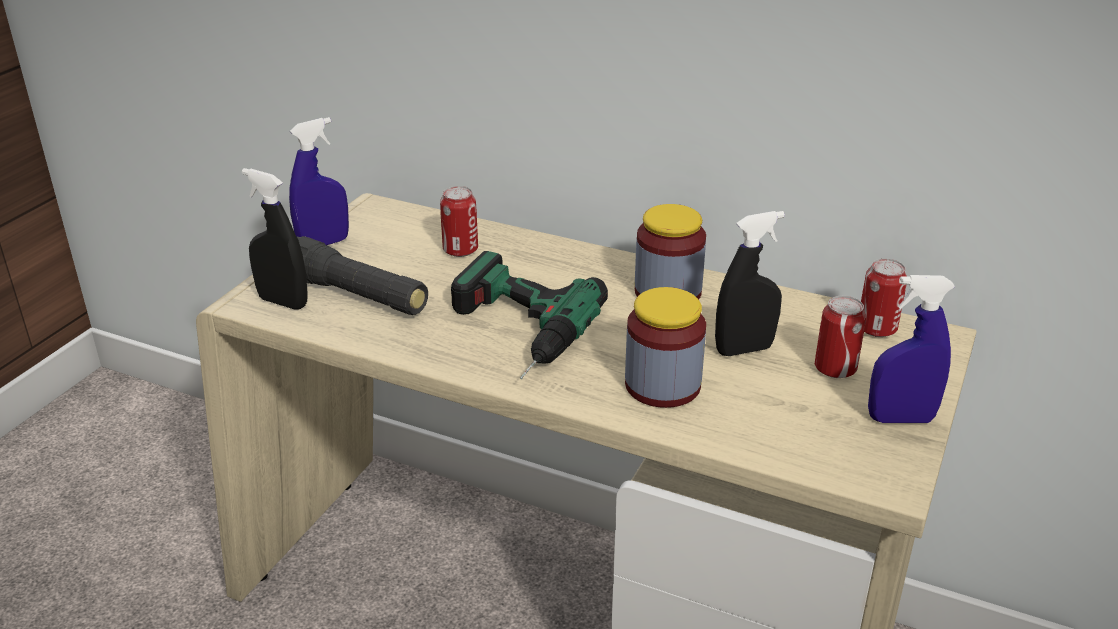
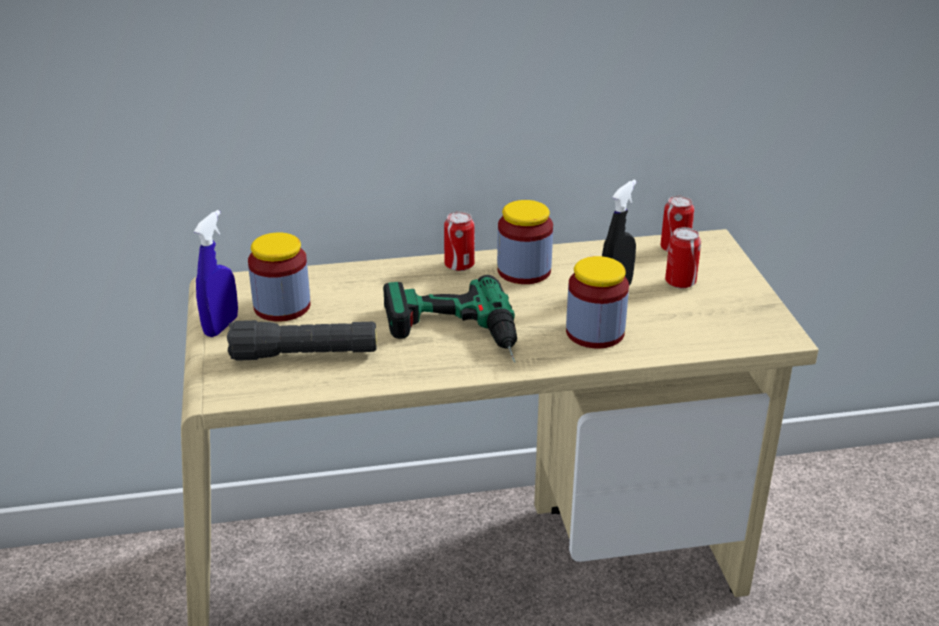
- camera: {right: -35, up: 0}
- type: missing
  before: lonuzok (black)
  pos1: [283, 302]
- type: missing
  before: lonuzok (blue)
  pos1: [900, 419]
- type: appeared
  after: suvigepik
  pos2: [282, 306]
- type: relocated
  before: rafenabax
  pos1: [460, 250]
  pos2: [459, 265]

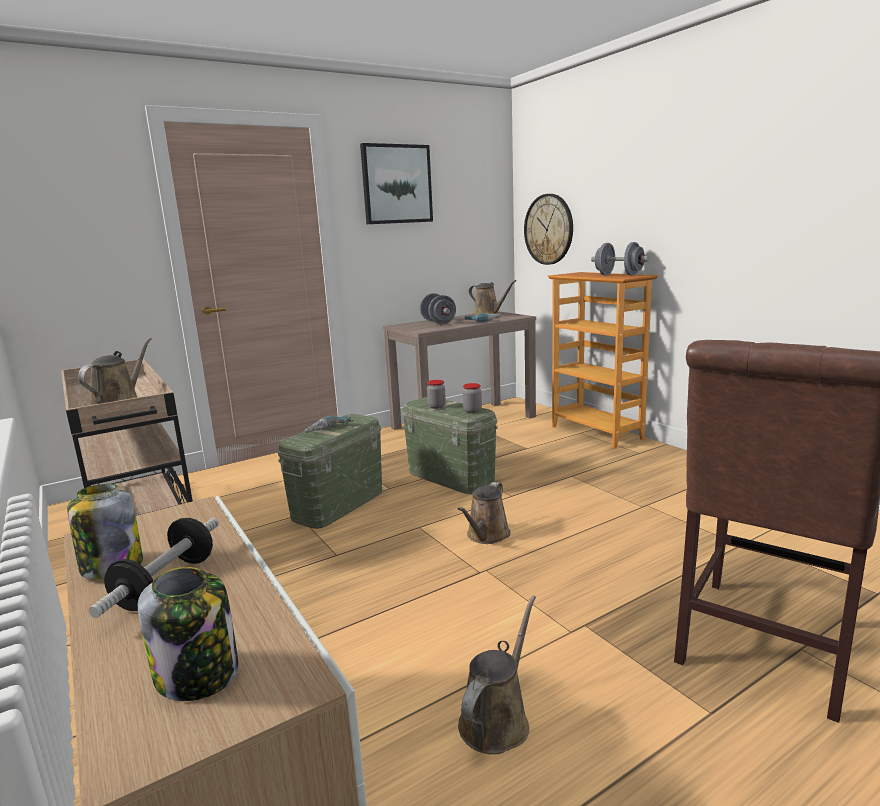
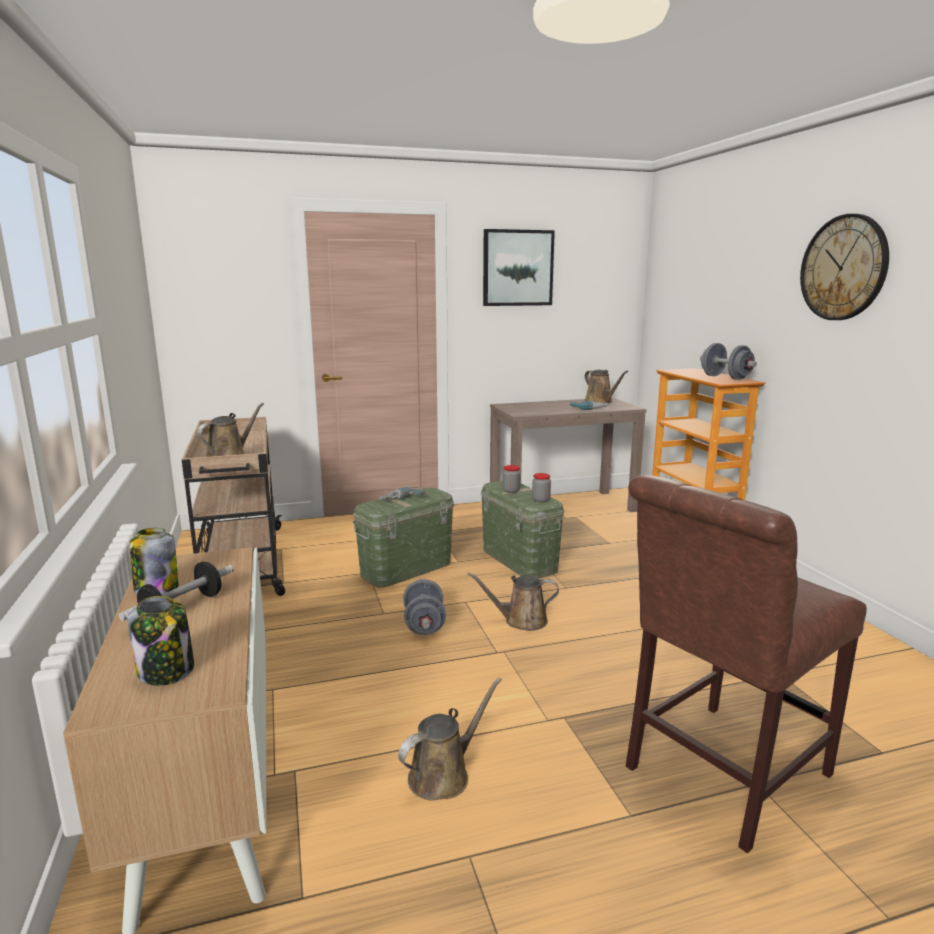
- camera: {right: 15, up: 0}
- type: relocated
  before: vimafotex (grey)
  pos1: [438, 322]
  pos2: [424, 624]
- type: relocated
  before: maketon
  pos1: [549, 229]
  pos2: [843, 268]
- type: spun
  before: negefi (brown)
  pos1: [486, 536]
  pos2: [521, 621]
  turn: 45

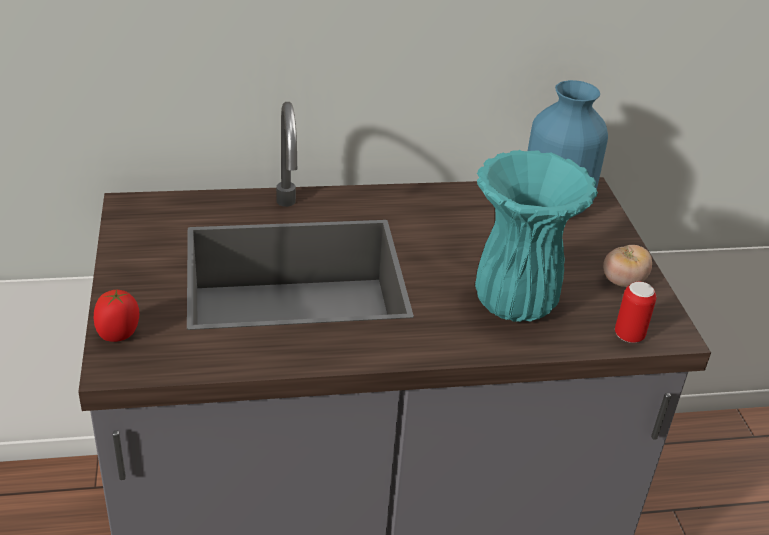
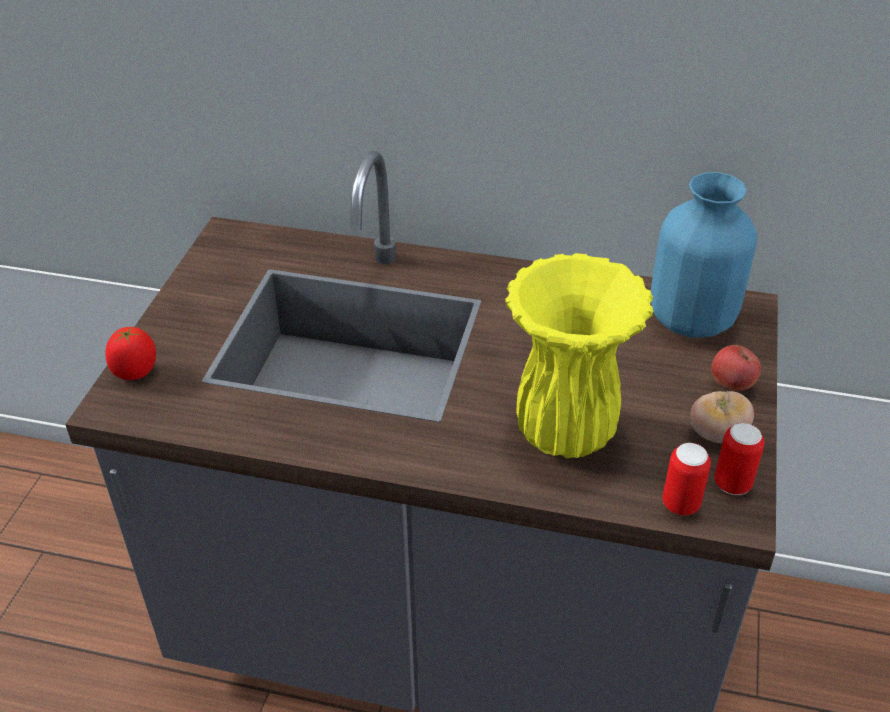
- camera: {right: 25, up: 5}
- type: appeared
  after: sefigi
  pos2: [731, 384]
- type: appeared
  after: rafenabax
  pos2: [732, 484]
- type: colour
  before: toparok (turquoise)
  after: toparok (yellow)
  pos1: [516, 305]
  pos2: [566, 433]

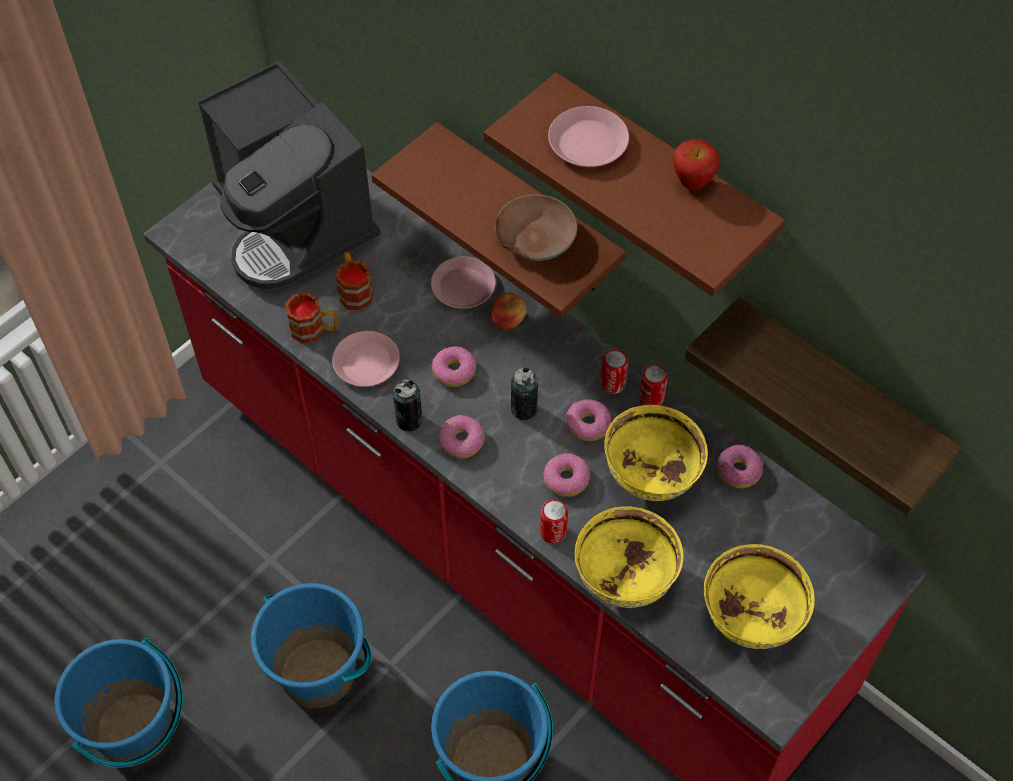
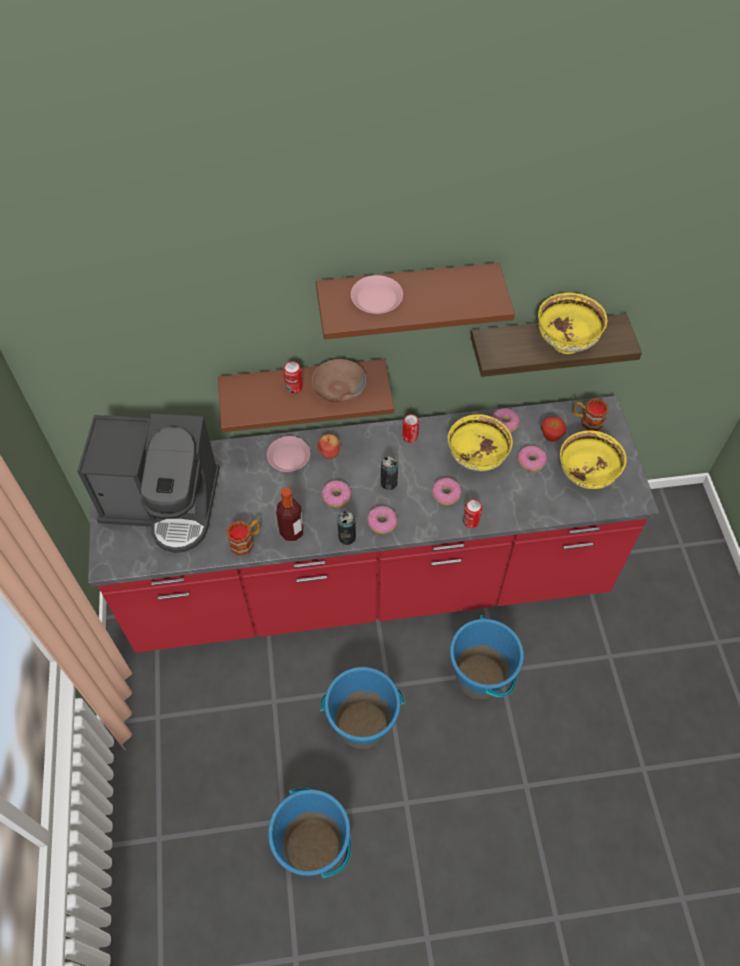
- camera: {right: -50, up: 0}
- type: relocated
  before: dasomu
  pos1: [354, 290]
  pos2: [587, 420]
- type: relocated
  before: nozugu
  pos1: [587, 425]
  pos2: [531, 461]
- type: relocated
  before: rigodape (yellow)
  pos1: [624, 579]
  pos2: [564, 343]
- type: relocated
  before: rafenabax
  pos1: [651, 398]
  pos2: [294, 387]
- type: relocated
  before: sefigi
  pos1: [692, 183]
  pos2: [550, 437]
- type: exchanged
  before: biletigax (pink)
  after: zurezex
  pos1: [366, 362]
  pos2: [292, 532]

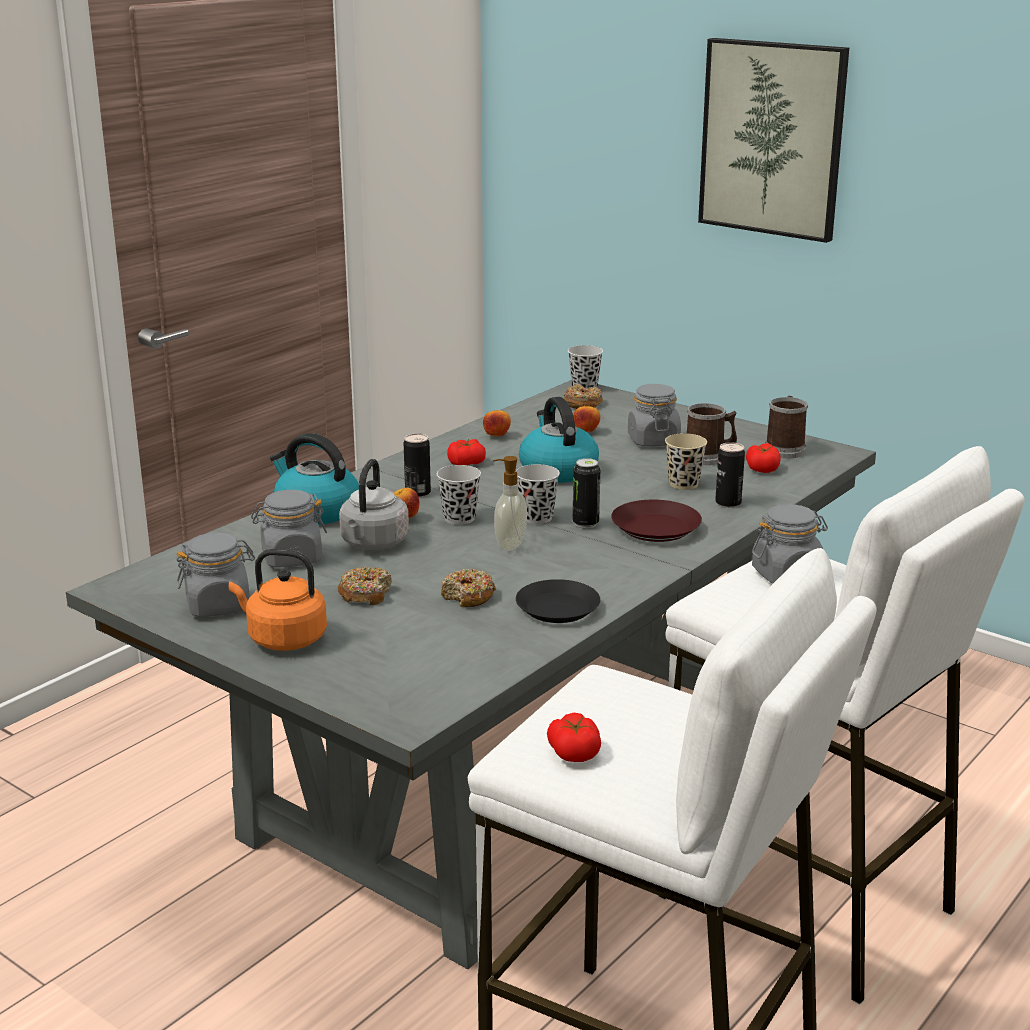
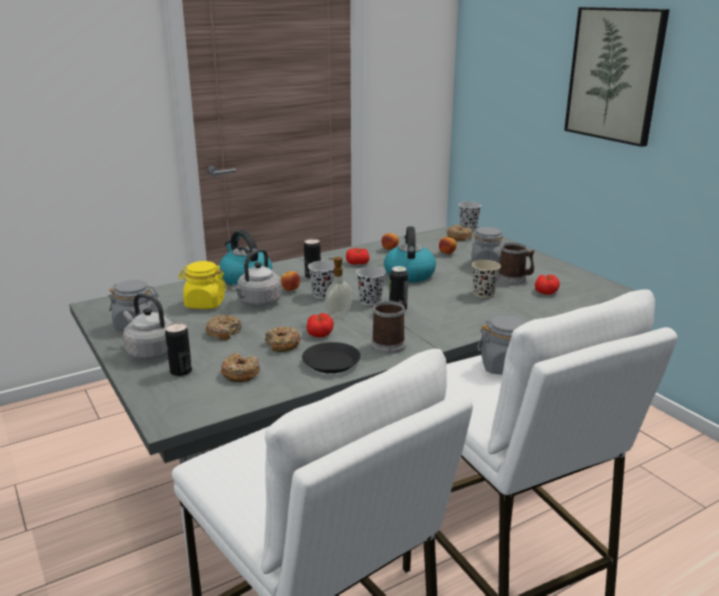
- camera: {right: 20, up: 0}
- type: missing
  before: biletigax (brown)
  pos1: [654, 528]
- type: appeared
  after: nozugu
  pos2: [240, 374]
- type: relocated
  before: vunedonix
  pos1: [574, 751]
  pos2: [320, 333]
- type: relocated
  before: rafenabax
  pos1: [728, 502]
  pos2: [181, 371]
- type: relocated
  before: dasomu
  pos1: [785, 449]
  pos2: [390, 344]
- type: colour
  before: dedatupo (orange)
  after: dedatupo (grey)
  pos1: [283, 639]
  pos2: [150, 352]
- type: colour
  before: suvigepik (grey)
  after: suvigepik (yellow)
  pos1: [291, 558]
  pos2: [204, 304]

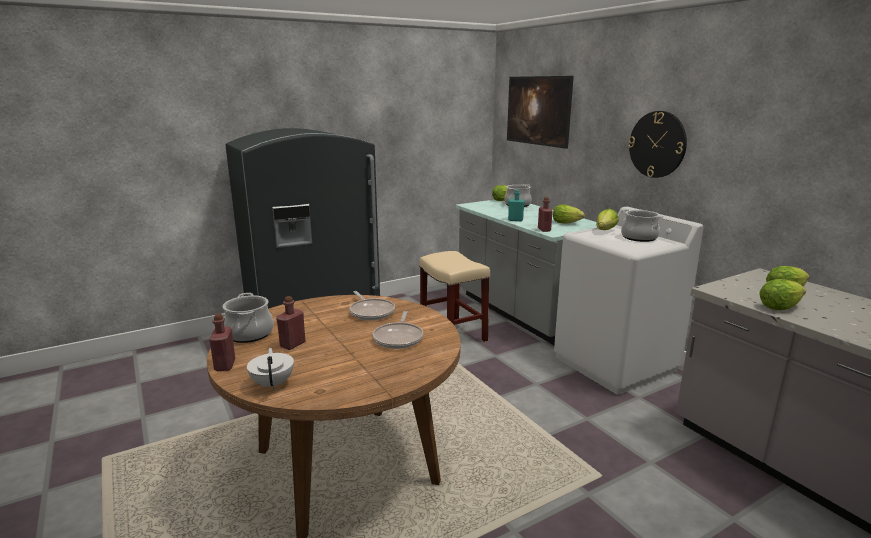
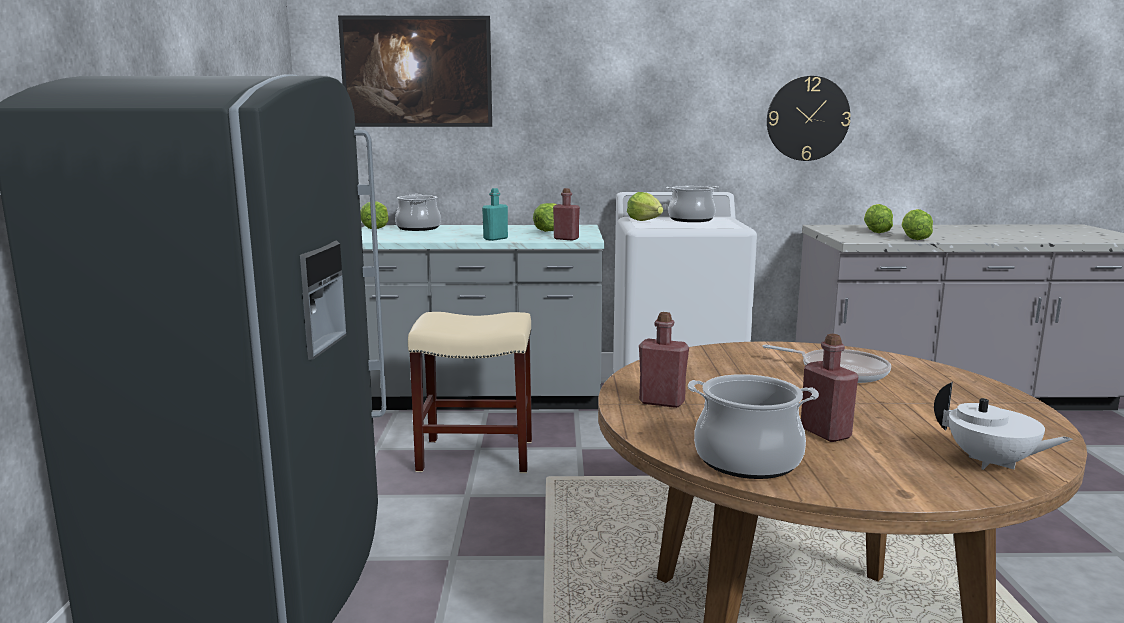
- camera: {right: -60, up: -5}
- type: missing
  before: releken
  pos1: [371, 312]
- type: relocated
  before: zurezex (red)
  pos1: [225, 365]
  pos2: [662, 402]
- type: relocated
  before: maketon
  pos1: [657, 144]
  pos2: [807, 118]
- type: spun
  before: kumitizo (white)
  pos1: [273, 383]
  pos2: [991, 463]
  turn: -150

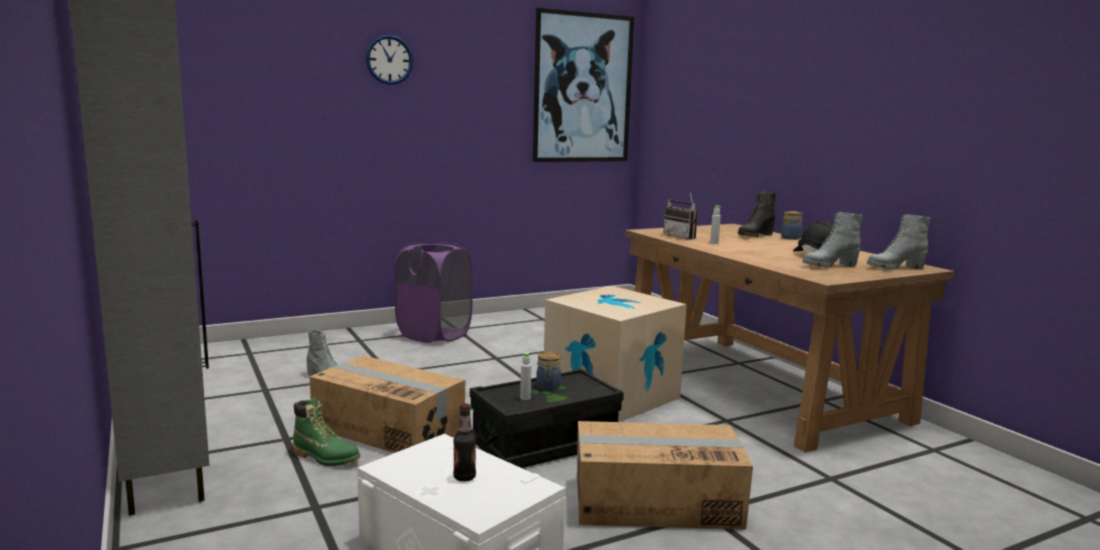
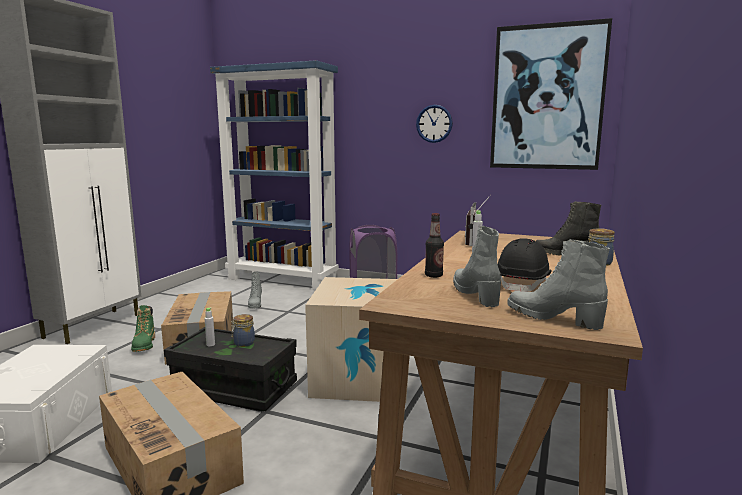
- camera: {right: 50, up: 0}
- type: appeared
  after: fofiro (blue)
  pos2: [283, 280]
- type: relocated
  before: maketon
  pos1: [389, 59]
  pos2: [434, 123]
- type: relocated
  before: zurezex
  pos1: [464, 477]
  pos2: [433, 276]
- type: spun
  before: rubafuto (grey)
  pos1: [829, 266]
  pos2: [476, 295]
  turn: 45

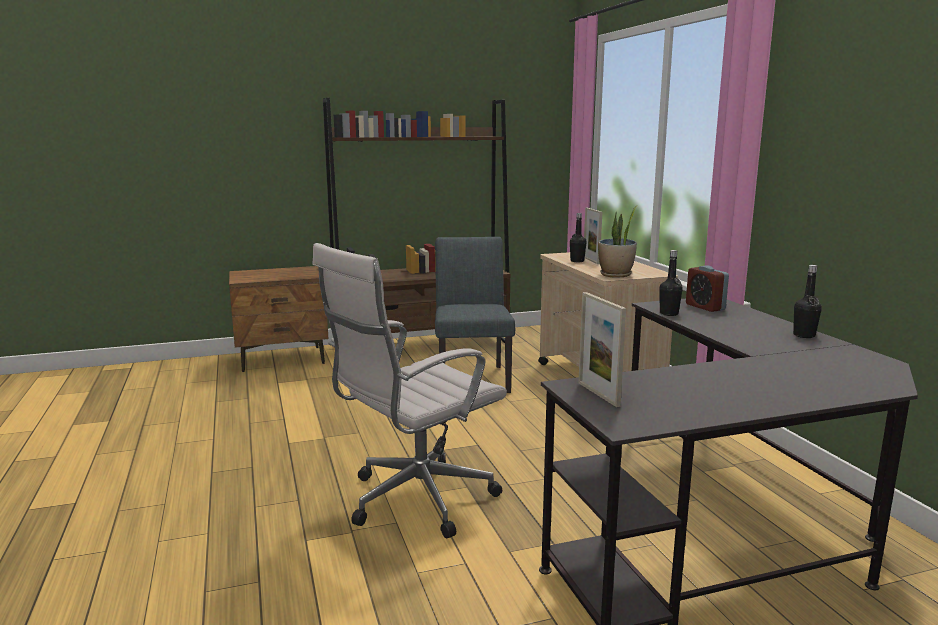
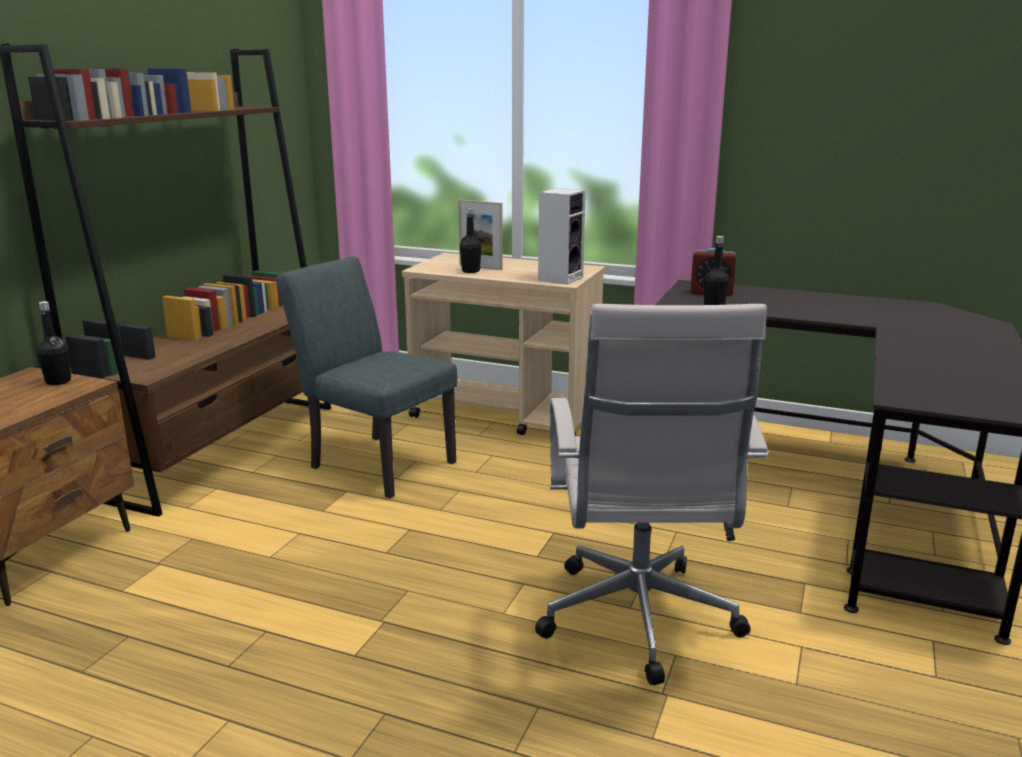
- camera: {right: -50, up: 5}
- type: missing
  before: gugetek
  pos1: [598, 394]
- type: relocated
  before: zurezex (black)
  pos1: [804, 335]
  pos2: [58, 381]
- type: exchanged
  before: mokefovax
  after: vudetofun
  pos1: [615, 275]
  pos2: [560, 278]

